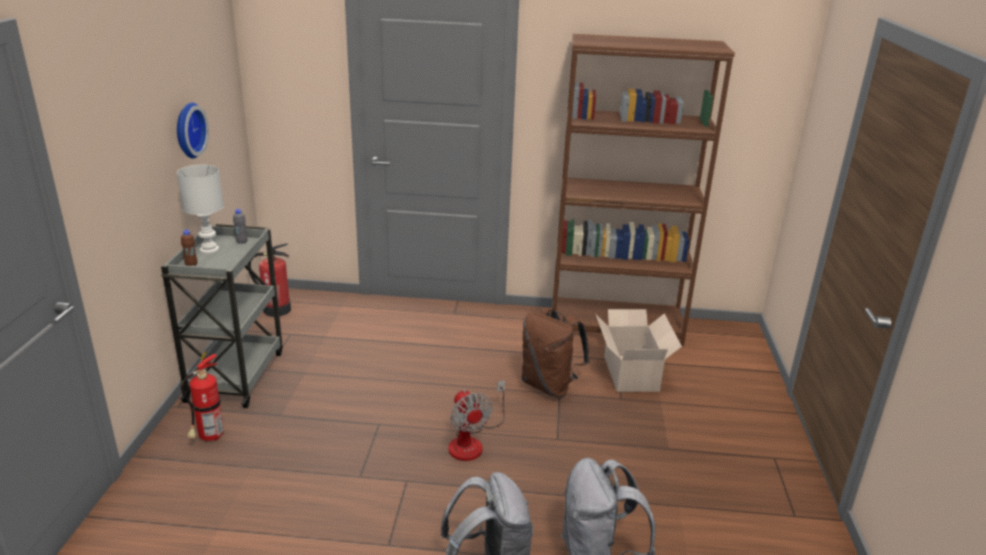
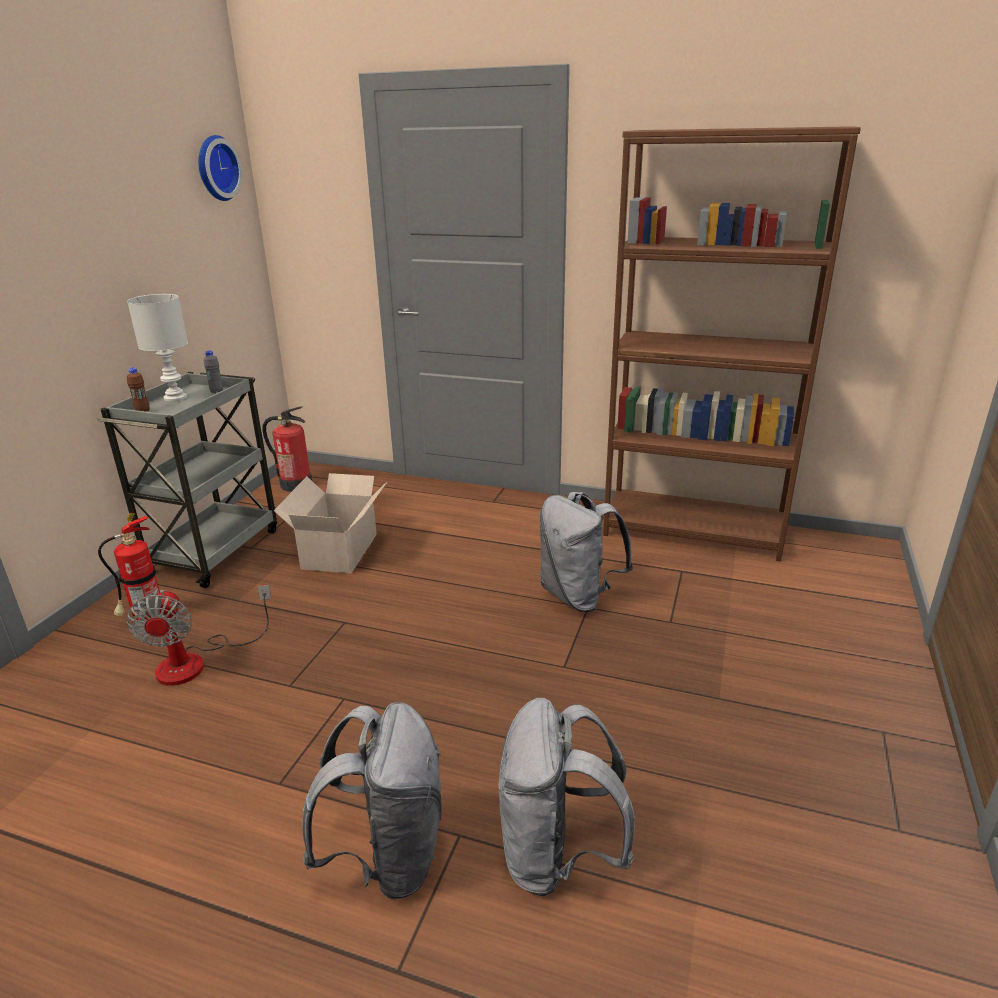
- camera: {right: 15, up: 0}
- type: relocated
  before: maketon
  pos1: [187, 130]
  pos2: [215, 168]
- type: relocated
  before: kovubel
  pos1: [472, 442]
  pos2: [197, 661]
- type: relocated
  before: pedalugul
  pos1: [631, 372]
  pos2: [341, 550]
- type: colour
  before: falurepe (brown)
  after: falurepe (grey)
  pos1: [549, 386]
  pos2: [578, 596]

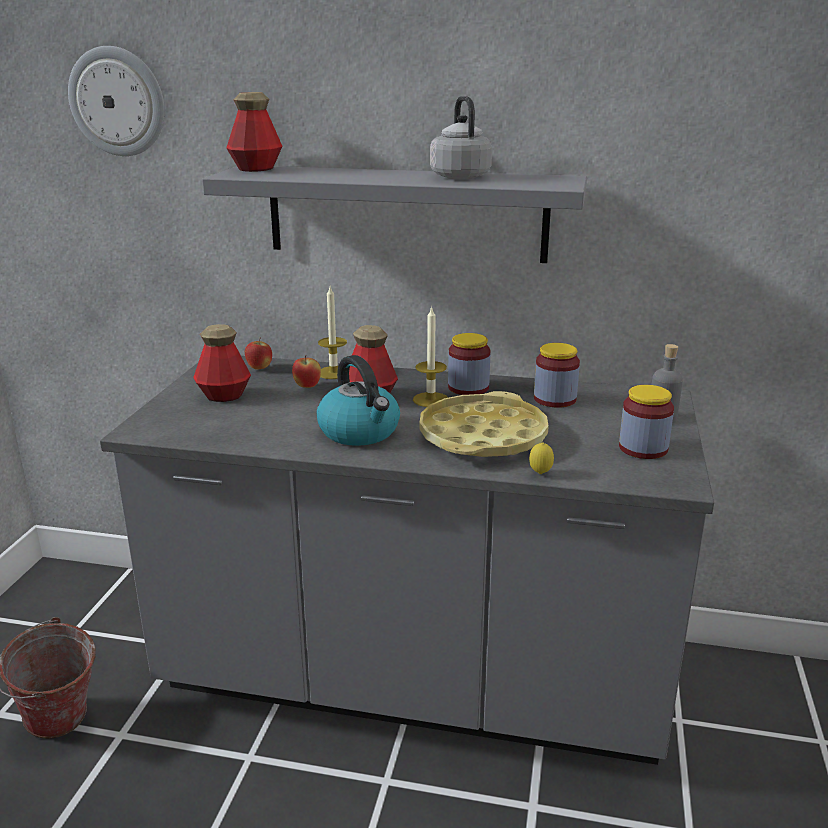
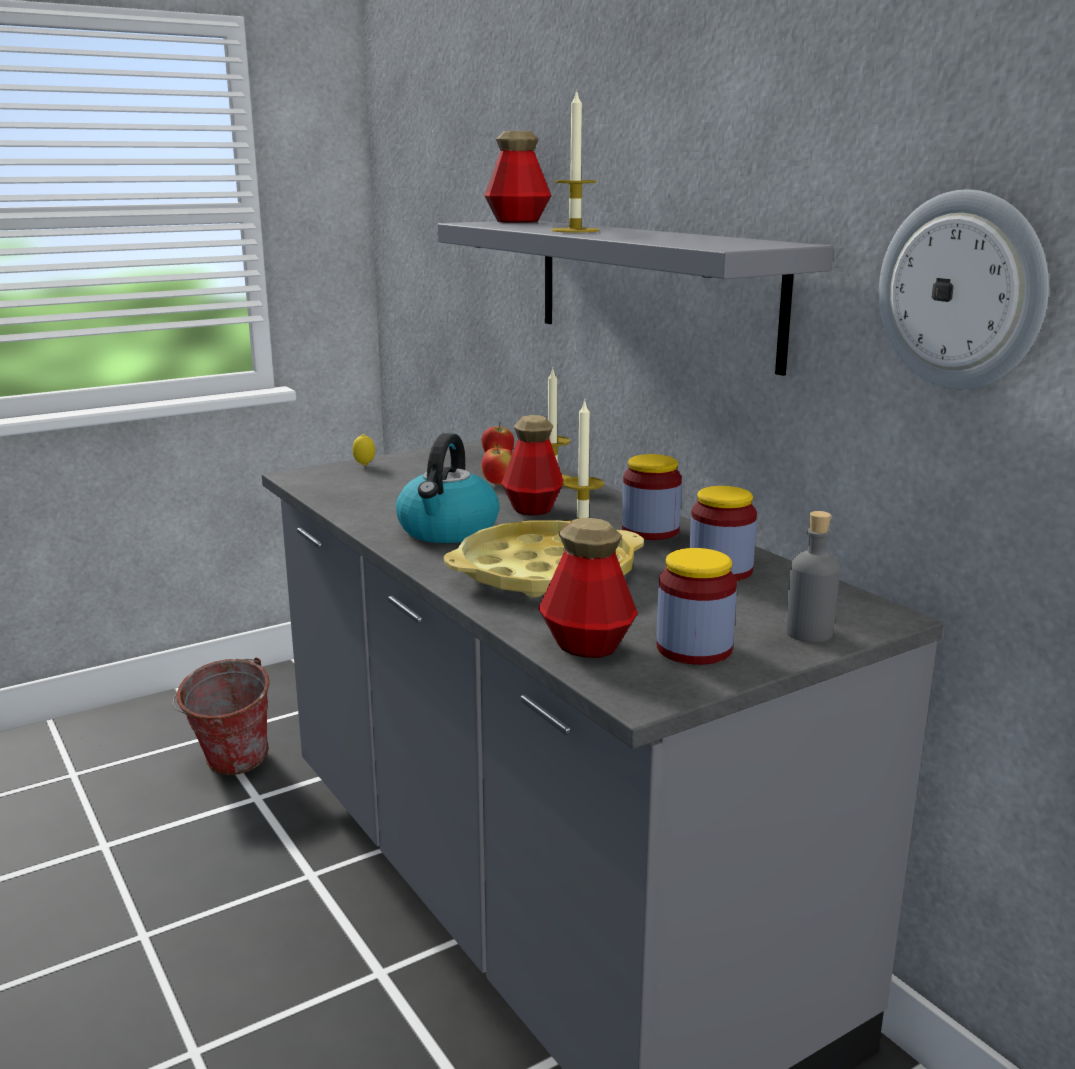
- camera: {right: 45, up: -5}
- type: missing
  before: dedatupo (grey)
  pos1: [459, 176]
- type: appeared
  after: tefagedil
  pos2: [575, 230]
- type: relocated
  before: maketon
  pos1: [118, 102]
  pos2: [962, 291]
- type: relocated
  before: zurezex
  pos1: [224, 396]
  pos2: [587, 645]
- type: relocated
  before: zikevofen
  pos1: [540, 474]
  pos2: [364, 465]

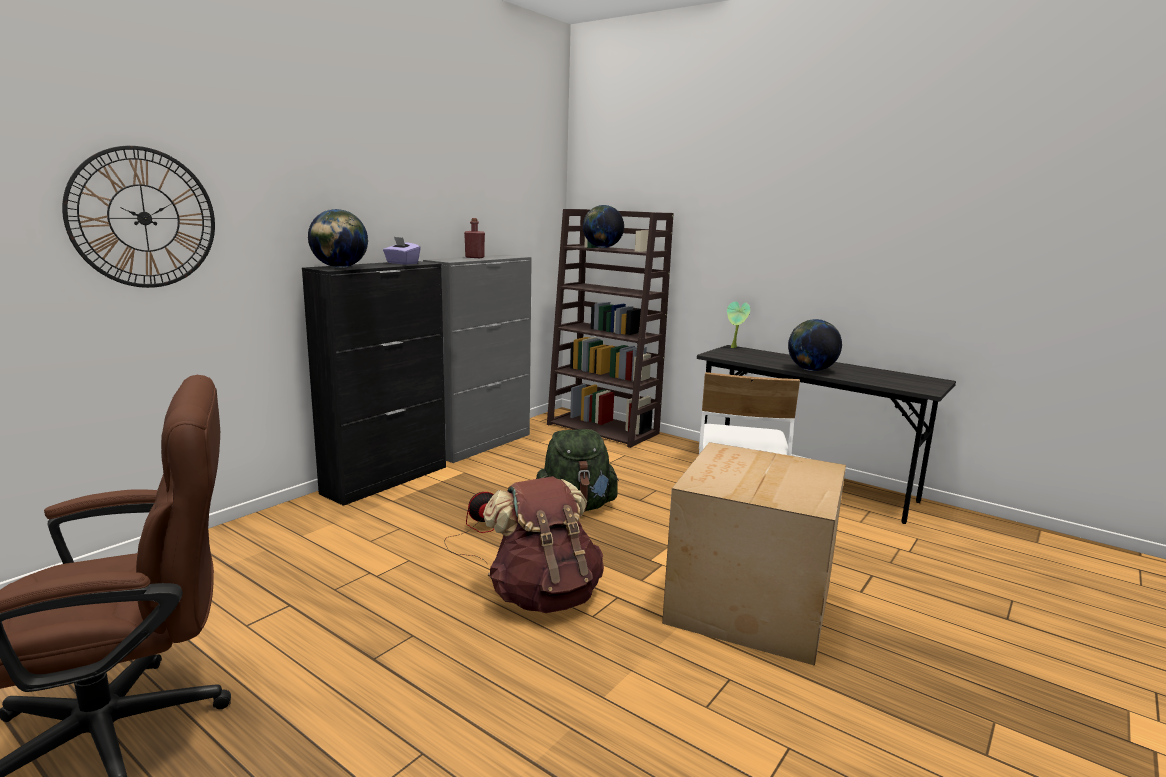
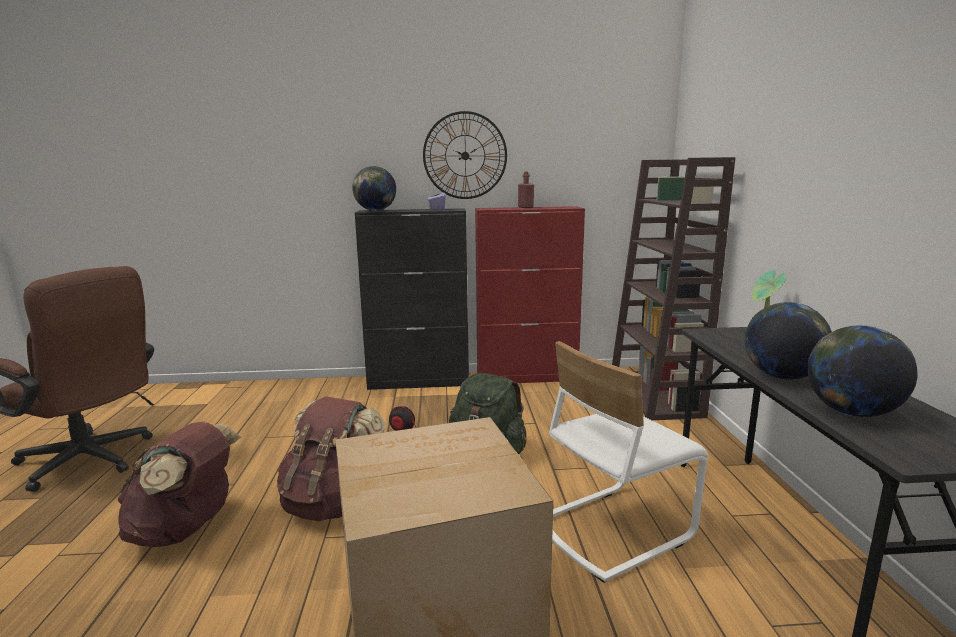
- camera: {right: 50, up: 0}
- type: appeared
  after: falurepe (brown)
  pos2: [186, 530]
- type: relocated
  before: maketon
  pos1: [144, 218]
  pos2: [465, 156]
- type: relocated
  before: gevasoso
  pos1: [602, 248]
  pos2: [851, 413]
- type: colour
  before: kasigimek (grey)
  after: kasigimek (red)
  pos1: [482, 444]
  pos2: [527, 377]

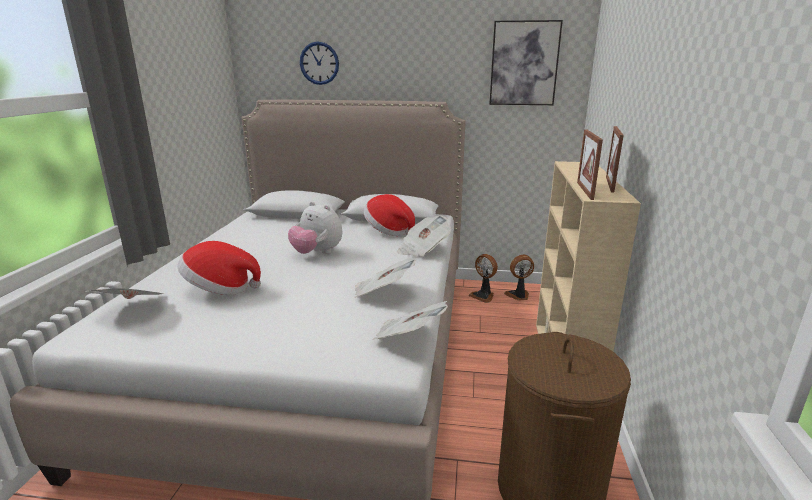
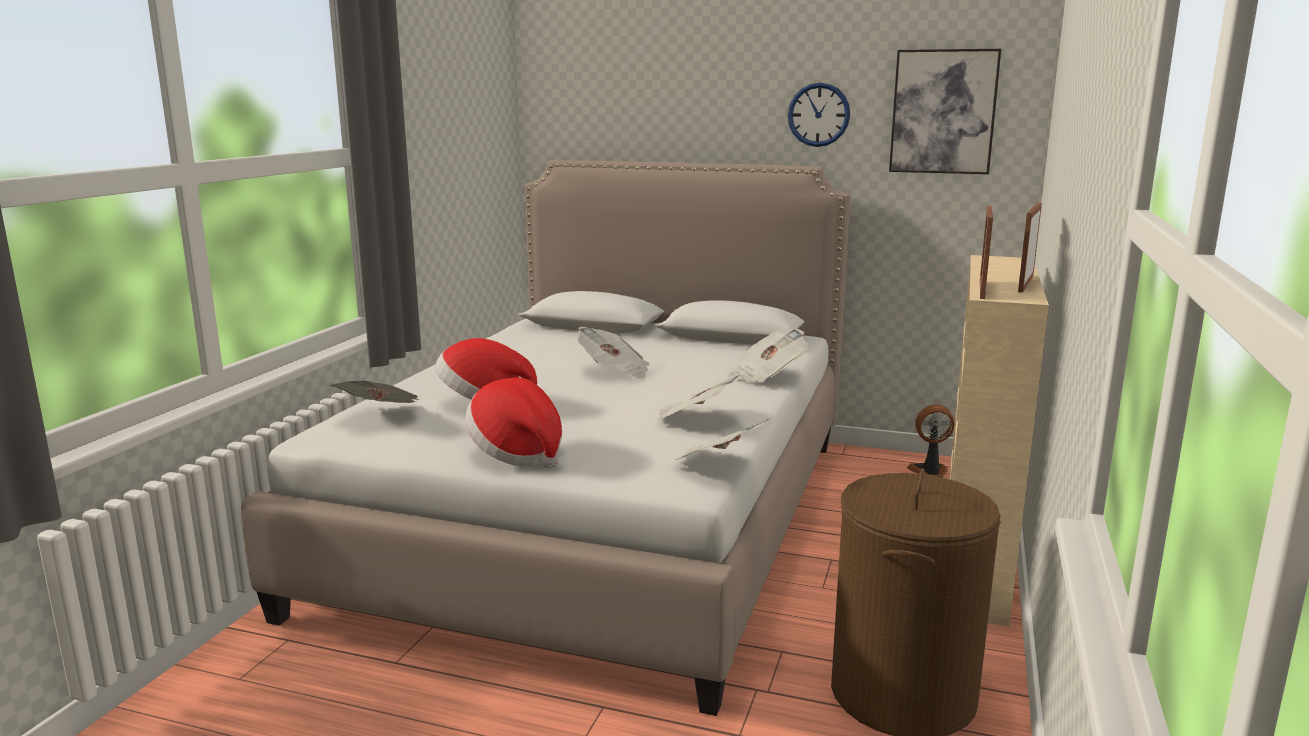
- camera: {right: 10, up: -5}
- type: missing
  before: kovubel
  pos1: [483, 296]
- type: relocated
  before: maketon
  pos1: [319, 63]
  pos2: [818, 115]
- type: relocated
  before: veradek
  pos1: [388, 231]
  pos2: [517, 453]
- type: exchanged
  before: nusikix
  after: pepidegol
  pos1: [317, 253]
  pos2: [615, 372]

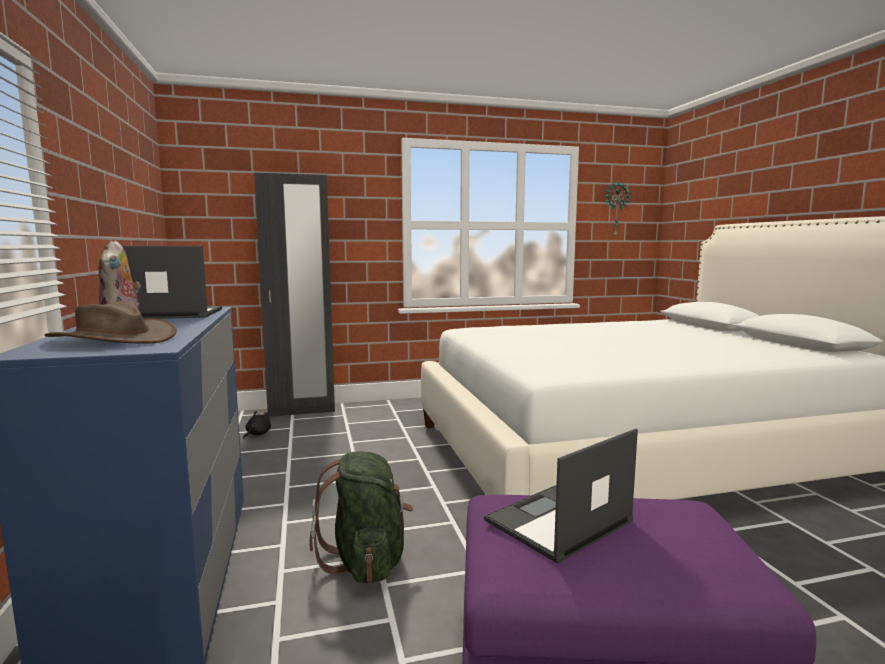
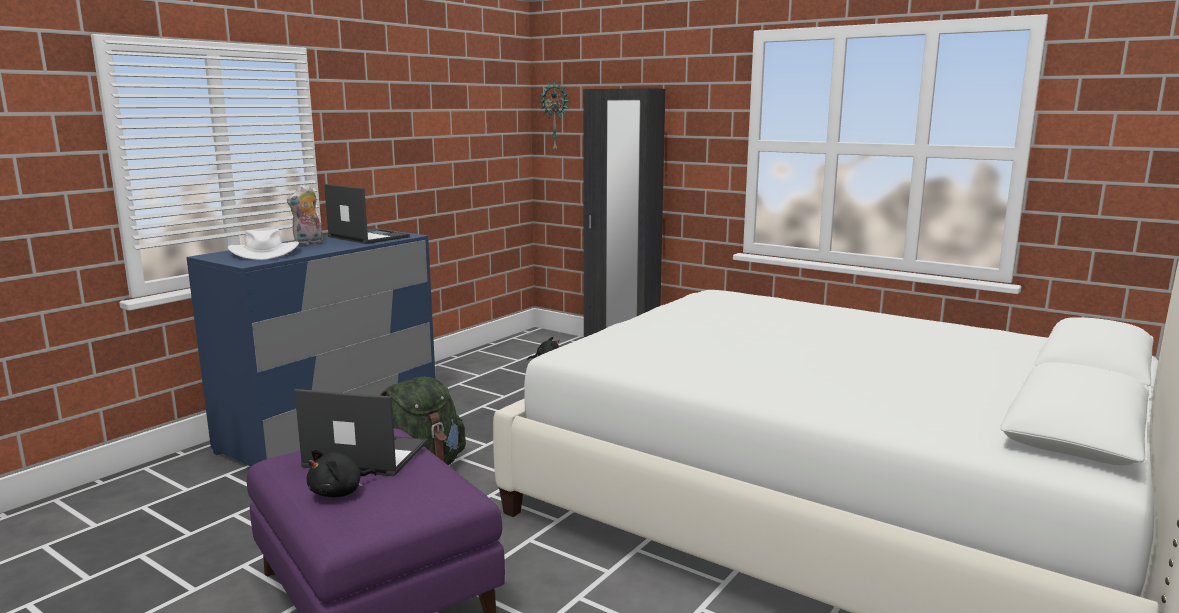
- camera: {right: 50, up: 5}
- type: appeared
  after: nusikix (black)
  pos2: [339, 492]
- type: relocated
  before: maketon
  pos1: [615, 209]
  pos2: [556, 117]
- type: colour
  before: veradek (brown)
  after: veradek (white)
  pos1: [113, 339]
  pos2: [264, 253]

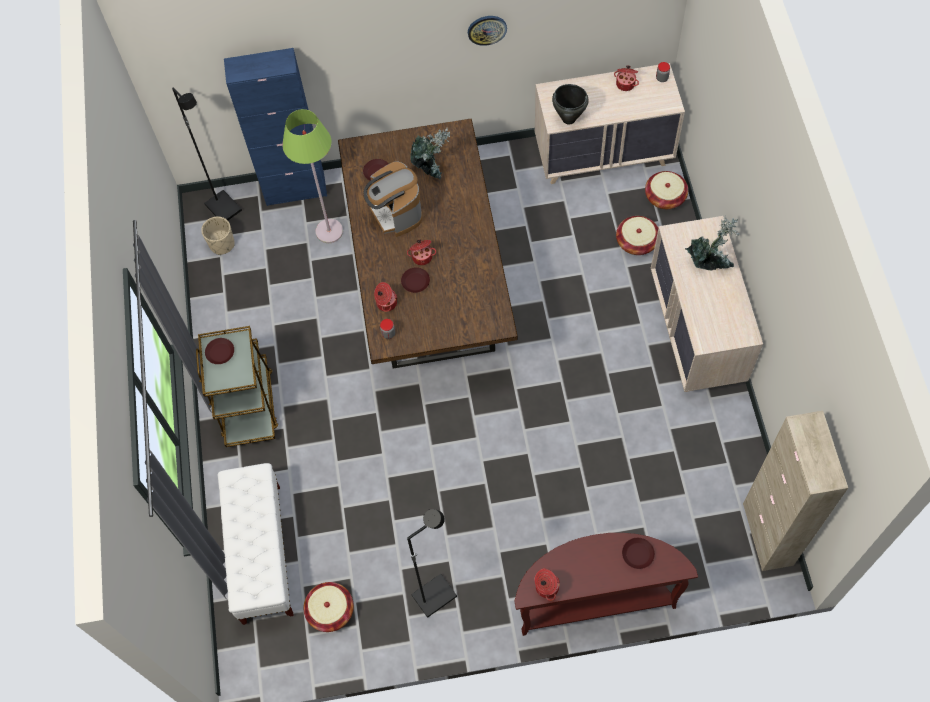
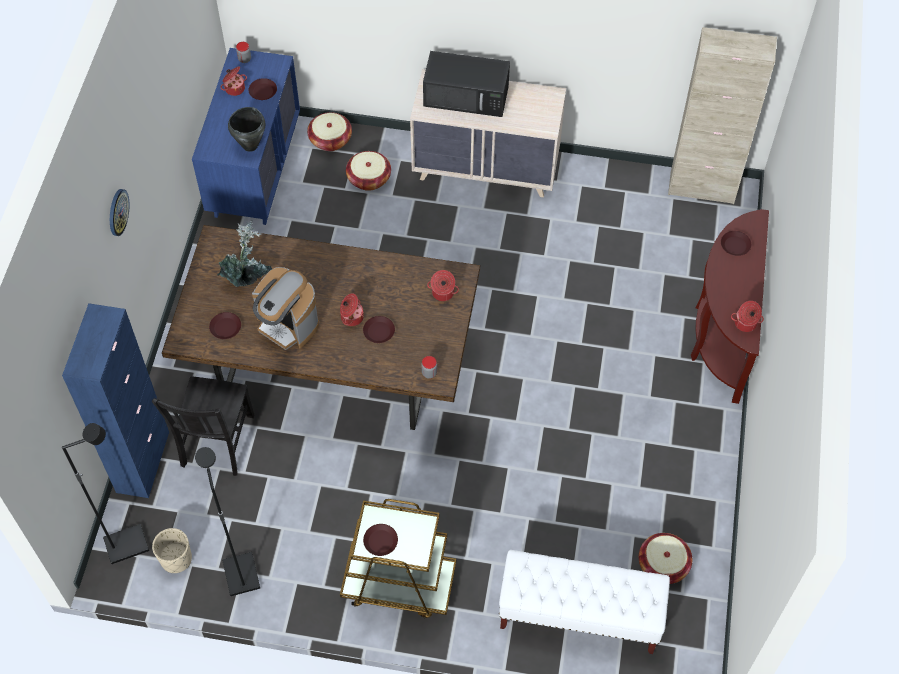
- camera: {right: -75, up: -5}
- type: appeared
  after: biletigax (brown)
  pos2: [263, 91]
- type: relocated
  before: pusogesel
  pos1: [386, 303]
  pos2: [442, 293]
- type: relocated
  before: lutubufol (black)
  pos1: [434, 595]
  pos2: [240, 575]
- type: relocated
  before: maketon
  pos1: [487, 29]
  pos2: [117, 212]
- type: exchanged
  before: lutubufol (green)
  after: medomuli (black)
  pos1: [329, 231]
  pos2: [216, 443]
- type: exchanged
  before: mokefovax
  after: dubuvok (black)
  pos1: [709, 263]
  pos2: [467, 96]
- type: colour
  before: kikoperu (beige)
  after: kikoperu (blue)
  pos1: [603, 154]
  pos2: [255, 170]
- type: spun
  before: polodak
  pos1: [396, 214]
  pos2: [287, 325]
  turn: 45

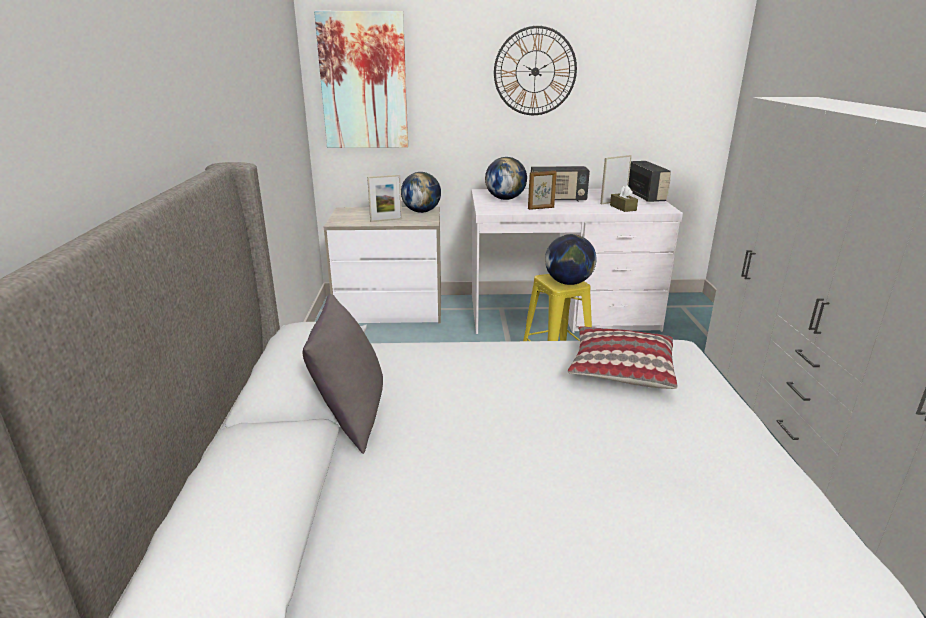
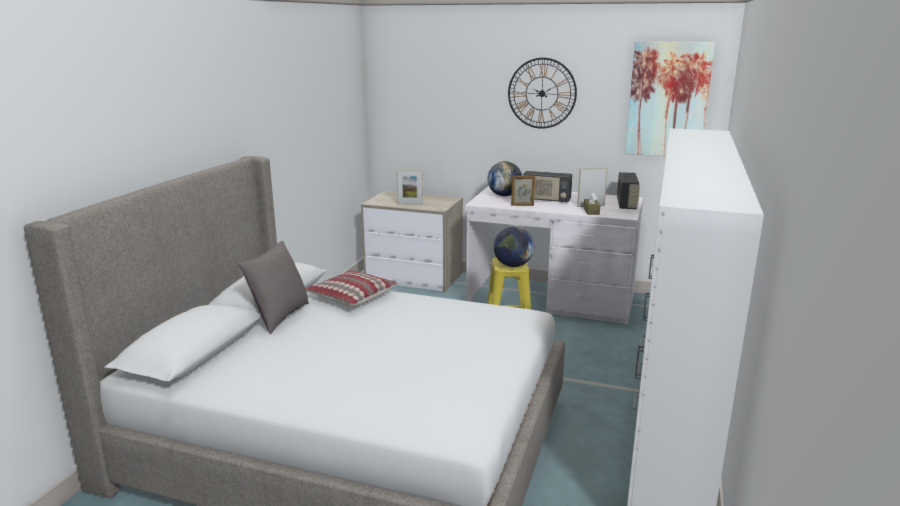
- camera: {right: 20, up: -5}
- type: missing
  before: gevasoso
  pos1: [421, 211]
- type: relocated
  before: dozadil
  pos1: [363, 82]
  pos2: [668, 100]
- type: relocated
  before: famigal
  pos1: [621, 369]
  pos2: [351, 297]

